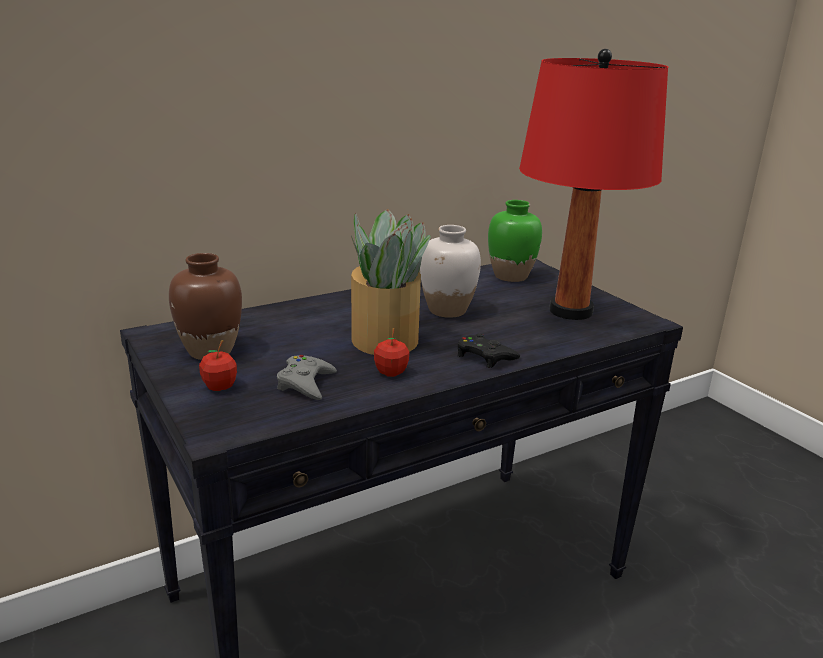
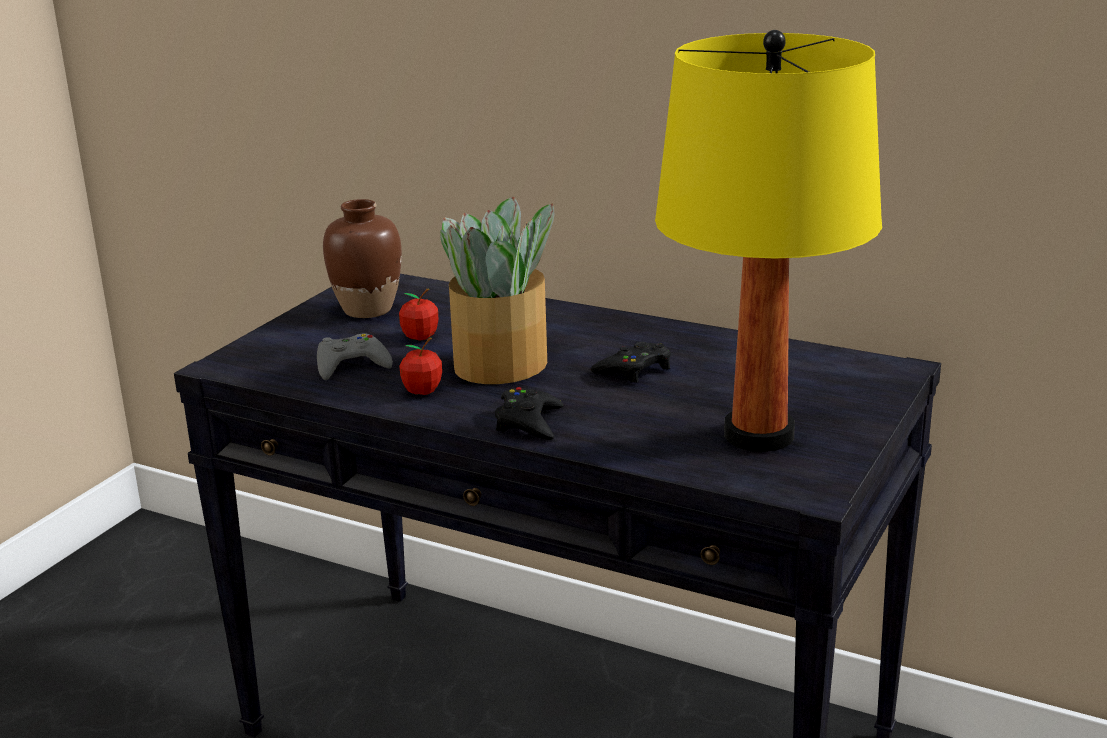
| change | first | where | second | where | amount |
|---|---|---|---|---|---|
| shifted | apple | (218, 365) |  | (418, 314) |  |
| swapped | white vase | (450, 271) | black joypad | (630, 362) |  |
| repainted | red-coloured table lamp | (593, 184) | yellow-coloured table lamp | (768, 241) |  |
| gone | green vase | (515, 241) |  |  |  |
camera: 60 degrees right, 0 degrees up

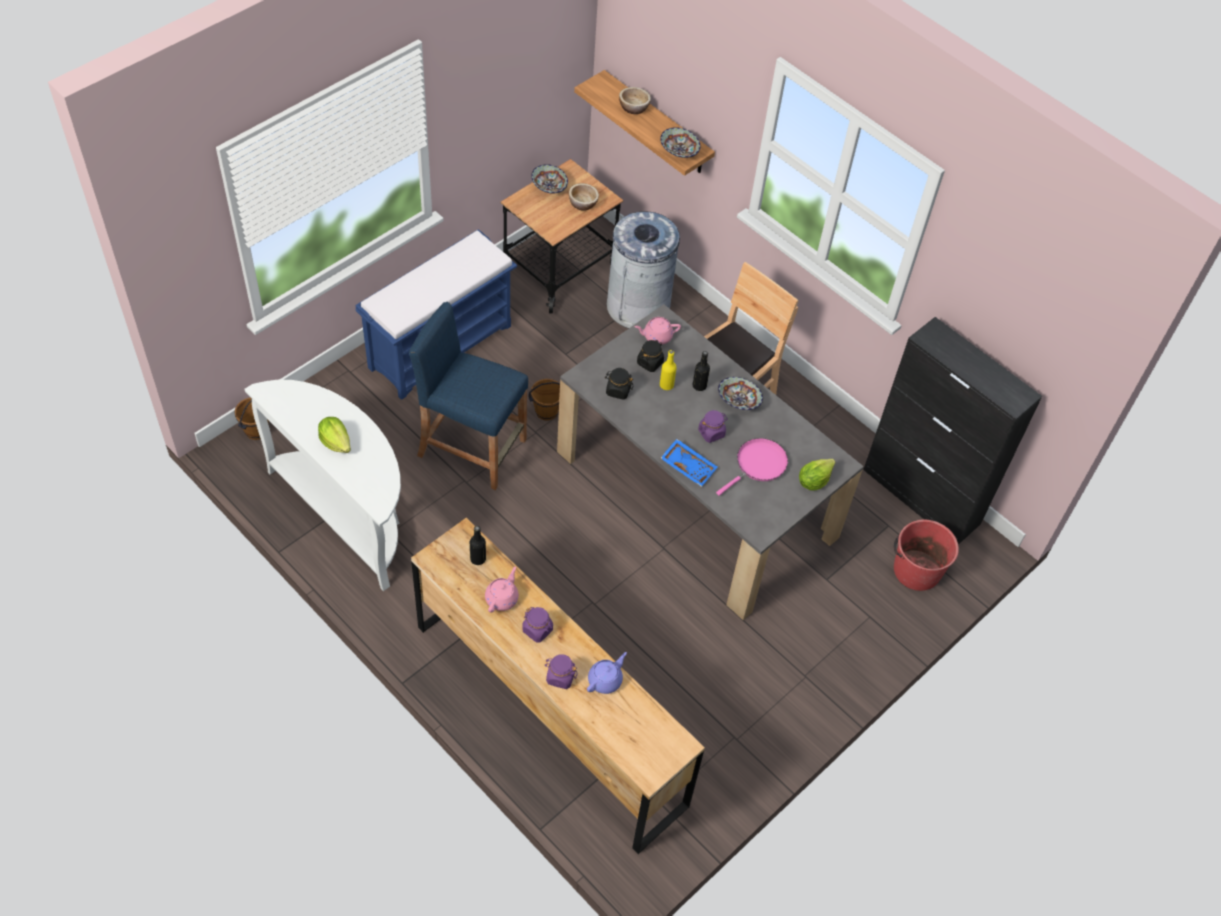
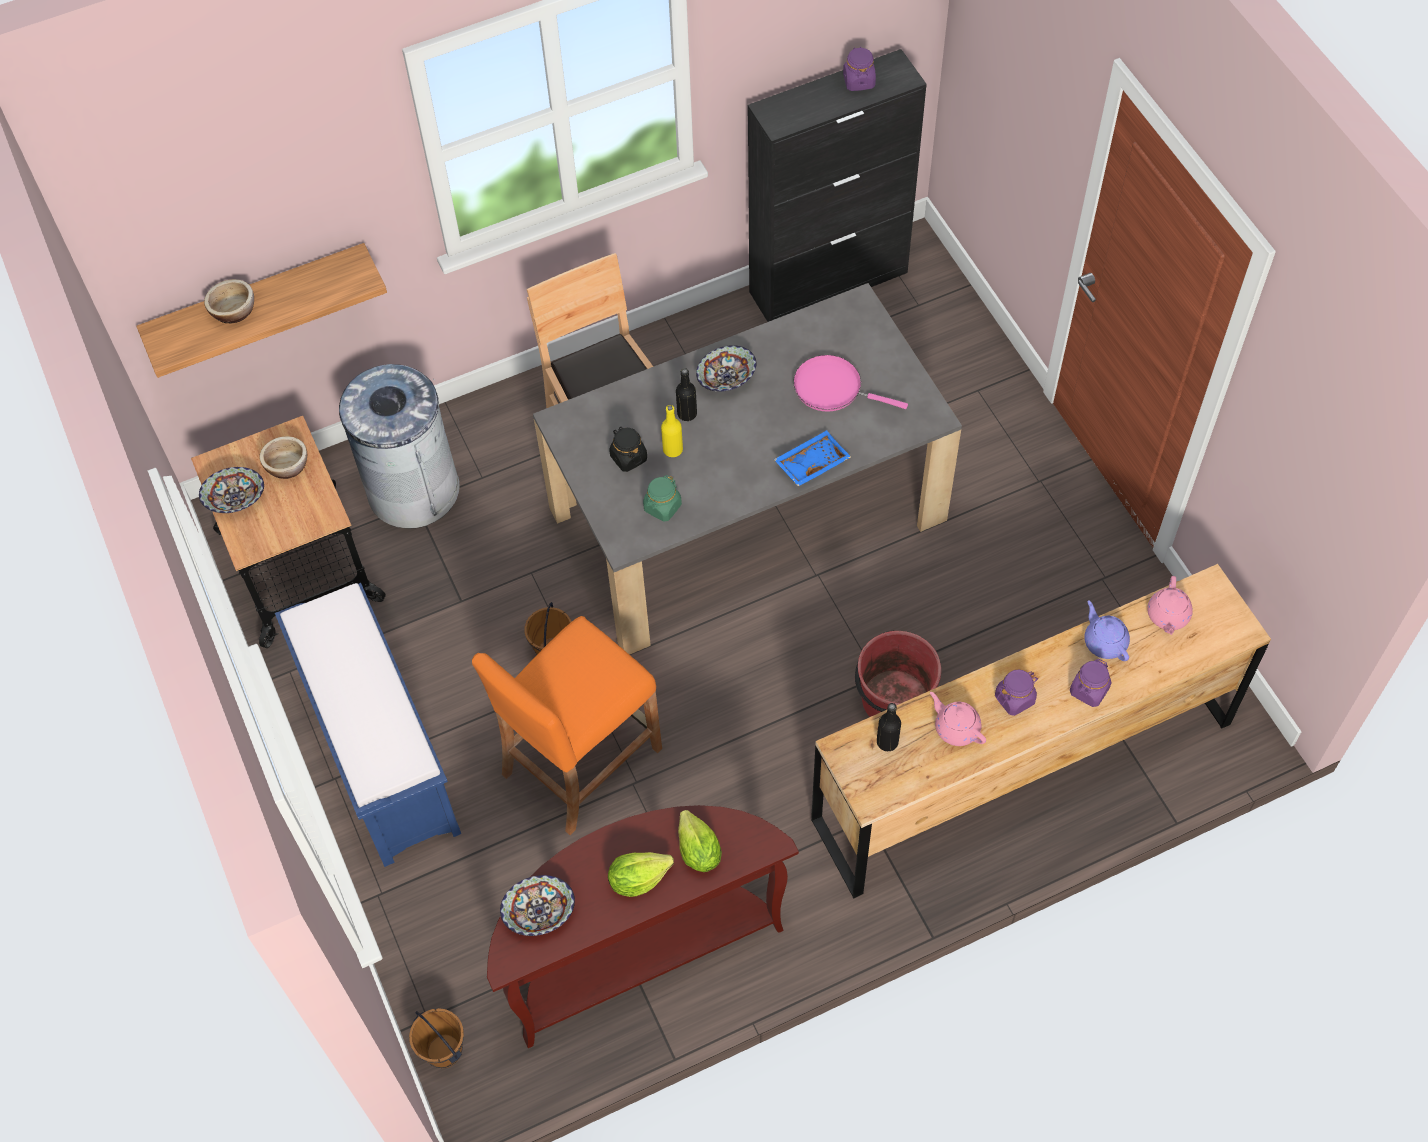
| change | first | where | second | where | amount |
|---|---|---|---|---|---|
| repainted | blue stool seat | (468, 396) | orangey stool seat | (567, 725) |  |
| repainted | white hall table | (322, 485) | brown hall table | (643, 926) |  |
| shifted | bowl | (680, 142) |  | (537, 905) |  |
| repainted | black jar | (619, 384) | green jar | (662, 498) |  |
| shifted | lettuce head | (817, 475) |  | (700, 841) |  |
| rotated | pink-coloured skillet | (752, 467) |  | (850, 383) | 45 degrees counterclockwise |
| shifted | purplish jar | (713, 426) |  | (859, 69) |  |
| shifted | red-coloured water bucket | (926, 555) |  | (898, 673) |  |
| shifted | pink-coloured teapot | (658, 331) |  | (1170, 605) |  |
camera: 65 degrees left, 5 degrees up

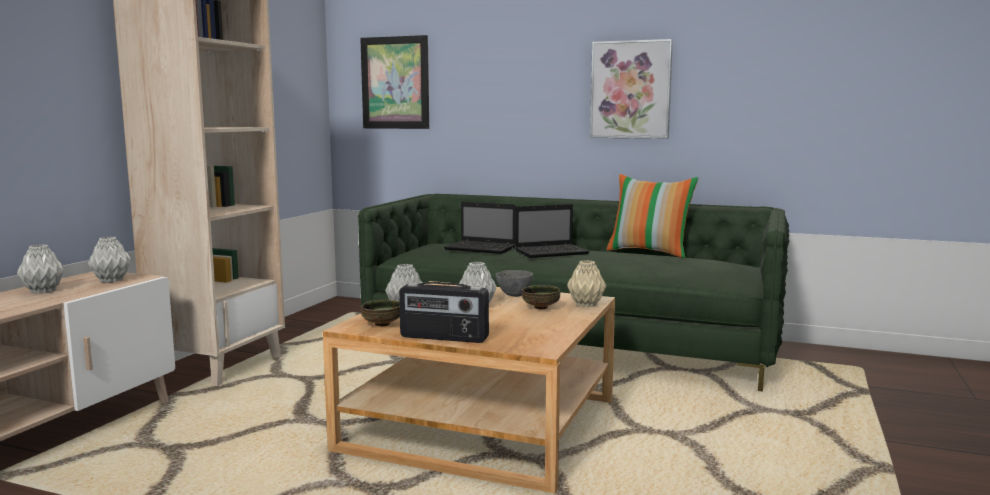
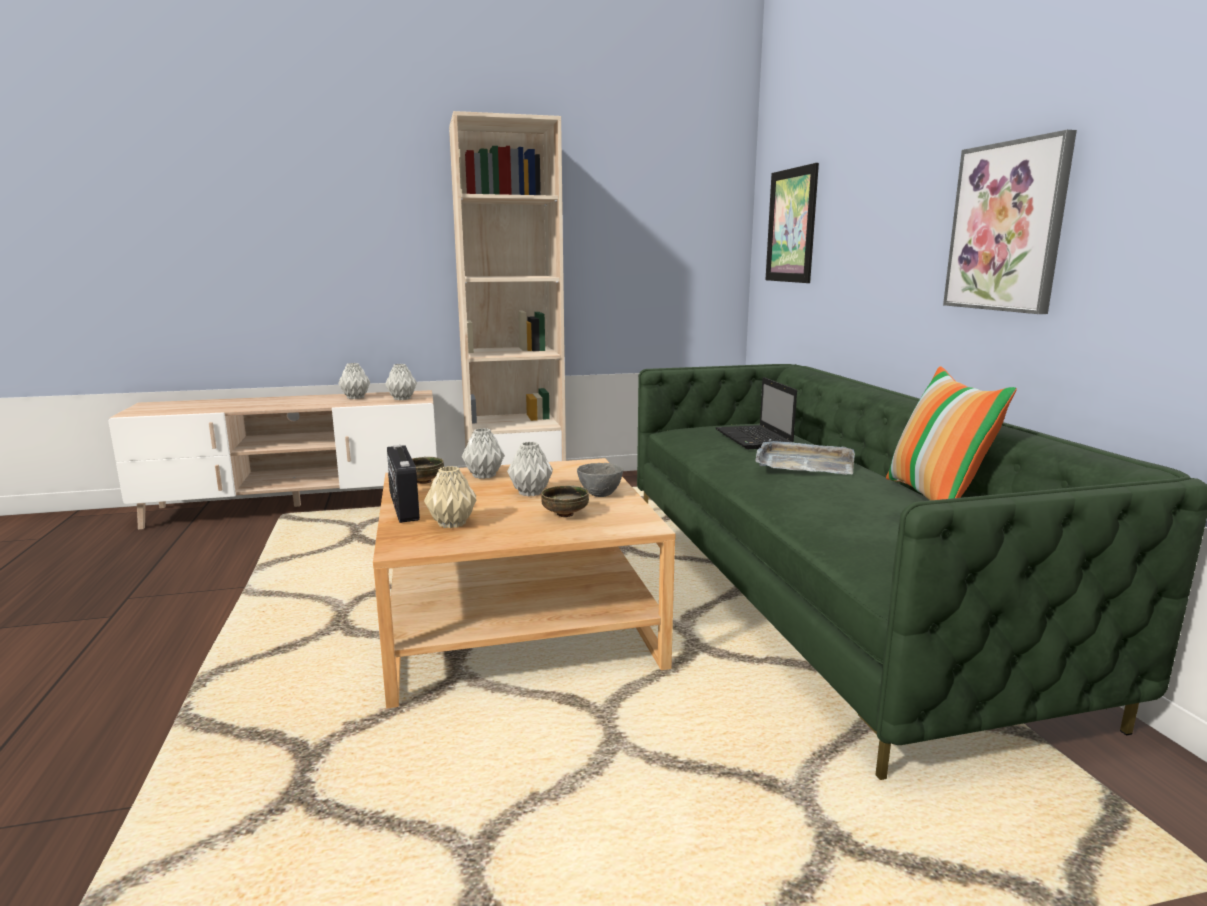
| change | first | where | second | where | amount |
|---|---|---|---|---|---|
| shifted | beige-coloured vase | (587, 283) |  | (450, 497) |  |
| swapped | laptop | (552, 231) | gray tray | (805, 457) |  |
camera: 55 degrees right, 5 degrees up

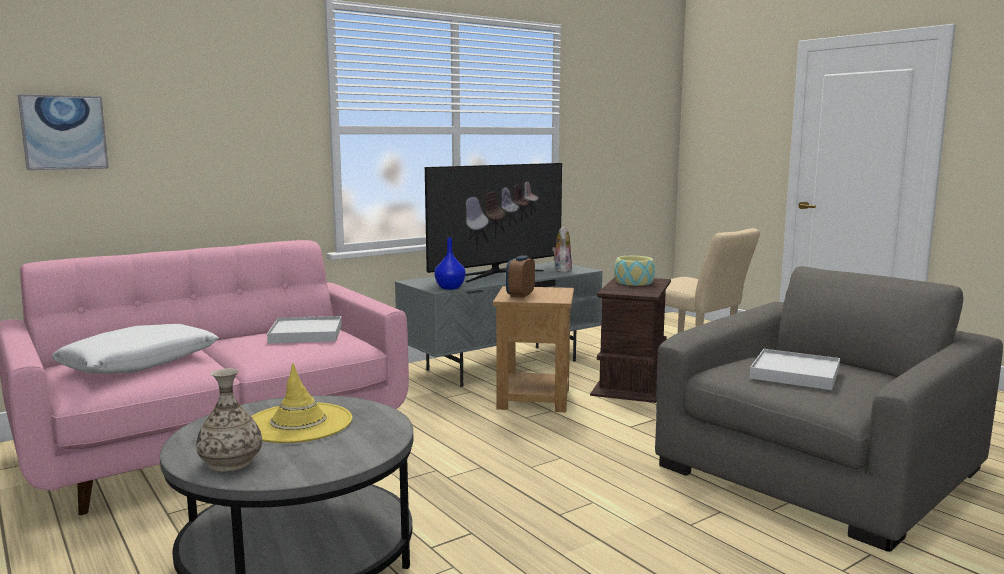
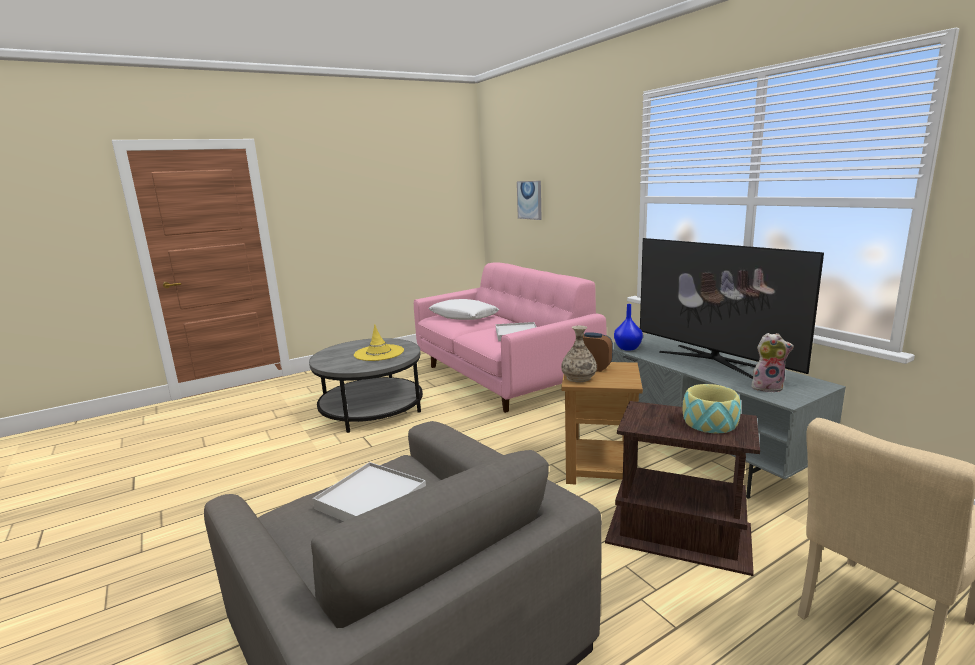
| change | first | where | second | where | amount |
|---|---|---|---|---|---|
| shifted | vase | (229, 420) |  | (579, 354) |  |
camera: 95 degrees right, 5 degrees up

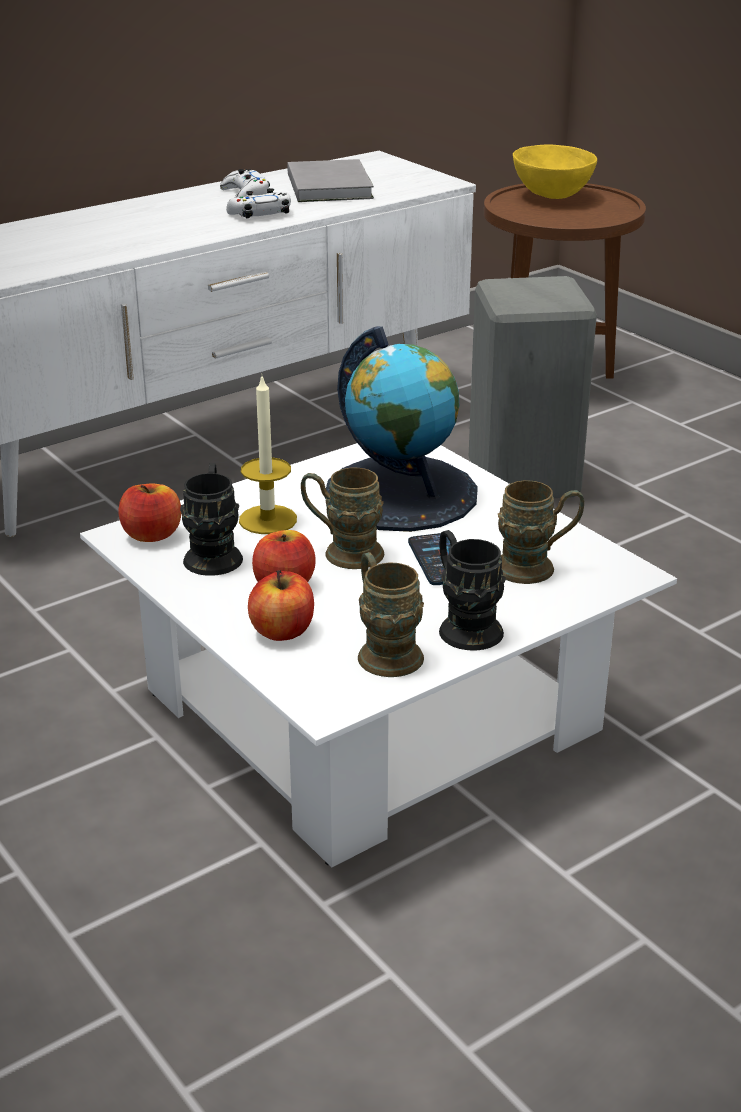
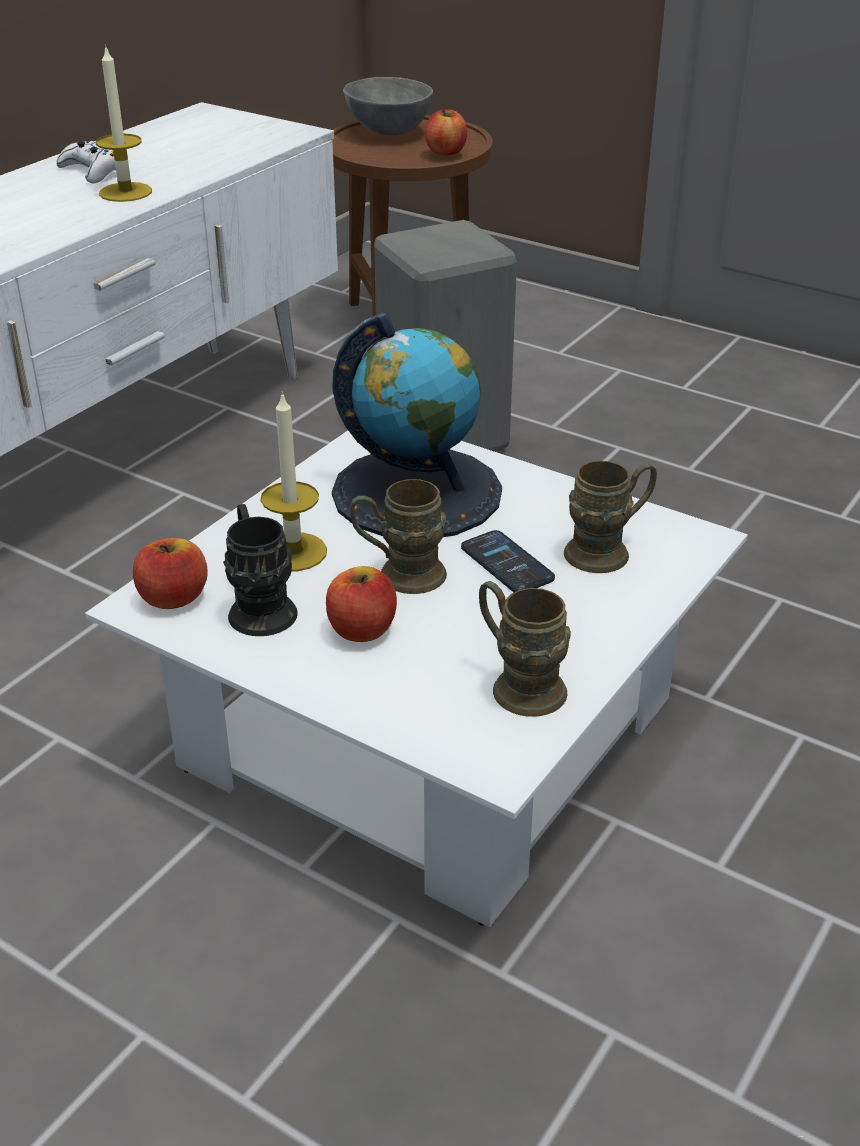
| change | first | where | second | where | amount |
|---|---|---|---|---|---|
| swapped | white joypad | (258, 203) | wax light | (124, 123) |  |
| repainted | yellow-coloured bowl | (555, 171) | gray bowl | (388, 106) |  |
| shifted | apple | (281, 605) |  | (446, 131) |  |
| gone | gray volume | (330, 180) |  |  |  |
| gone | black tea mug | (472, 590) |  |  |  |
camera: 20 degrees left, 5 degrees up

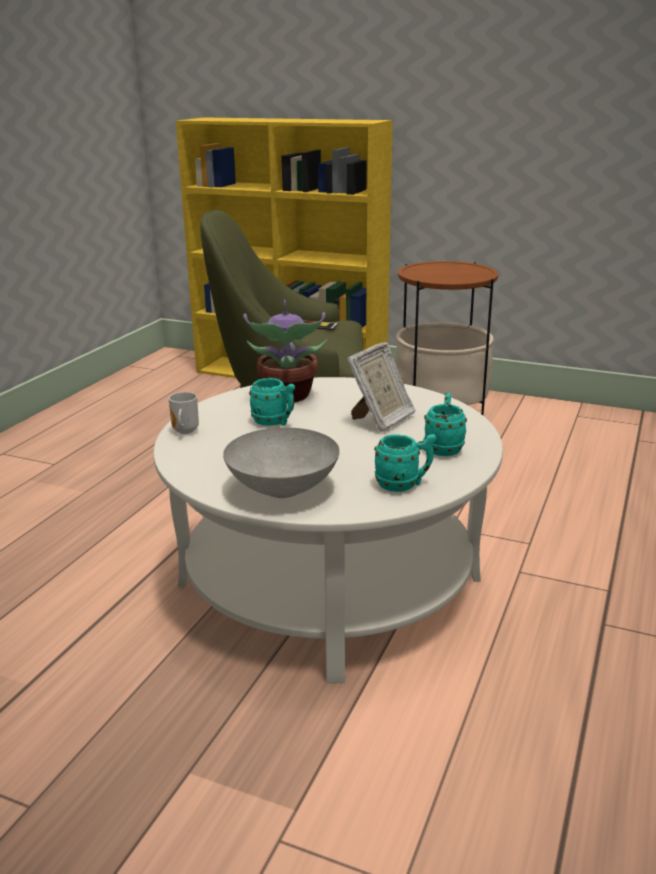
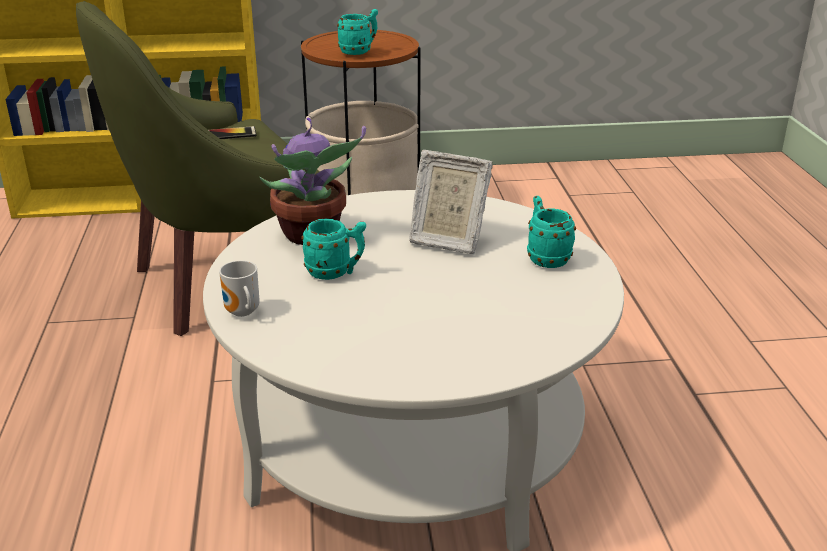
| change | first | where | second | where | amount |
|---|---|---|---|---|---|
| shifted | blue-green tea mug | (405, 463) |  | (357, 32) |  |
| rotated | picture frame | (381, 387) |  | (451, 202) | 105 degrees clockwise |
| gone | gray bowl | (281, 462) |  |  |  |
camera: 30 degrees left, 5 degrees up

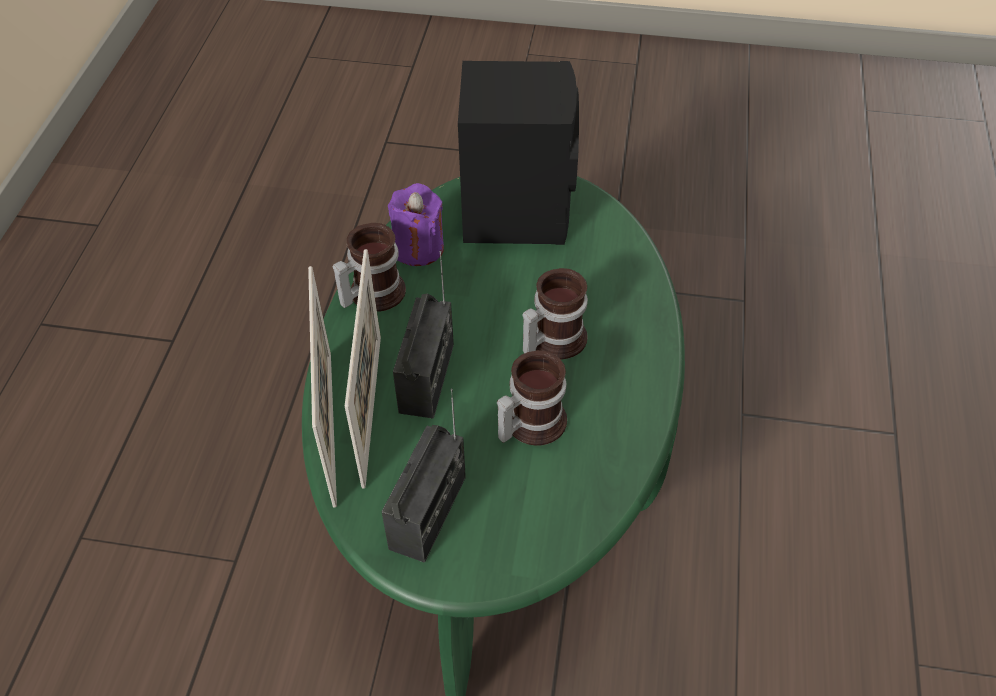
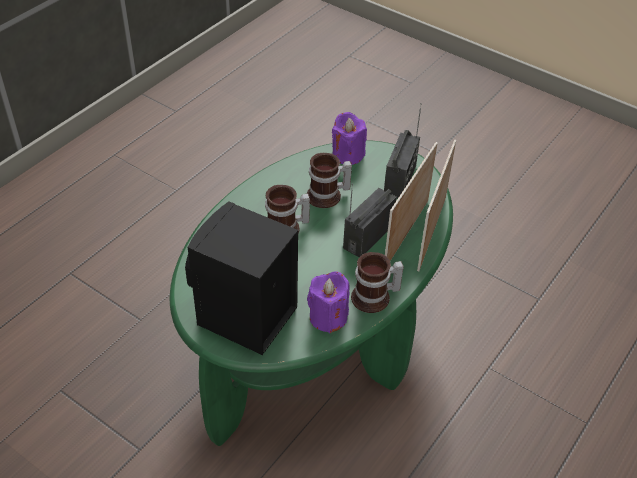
| change | first | where | second | where | amount |
|---|---|---|---|---|---|
| new |  |  | purplish wax light | (349, 138) |  |
| rotated | radio | (424, 475) |  | (403, 150) | 150 degrees clockwise |
camera: 155 degrees left, 5 degrees down

